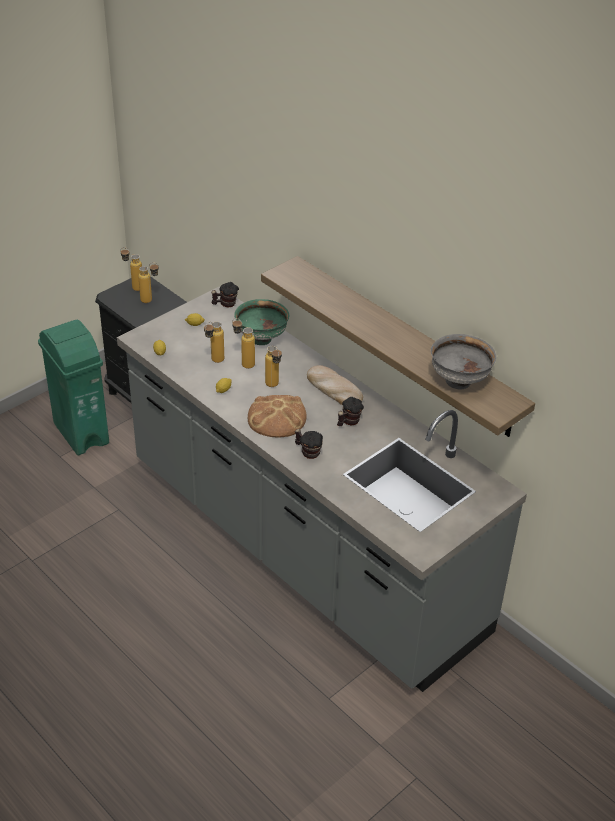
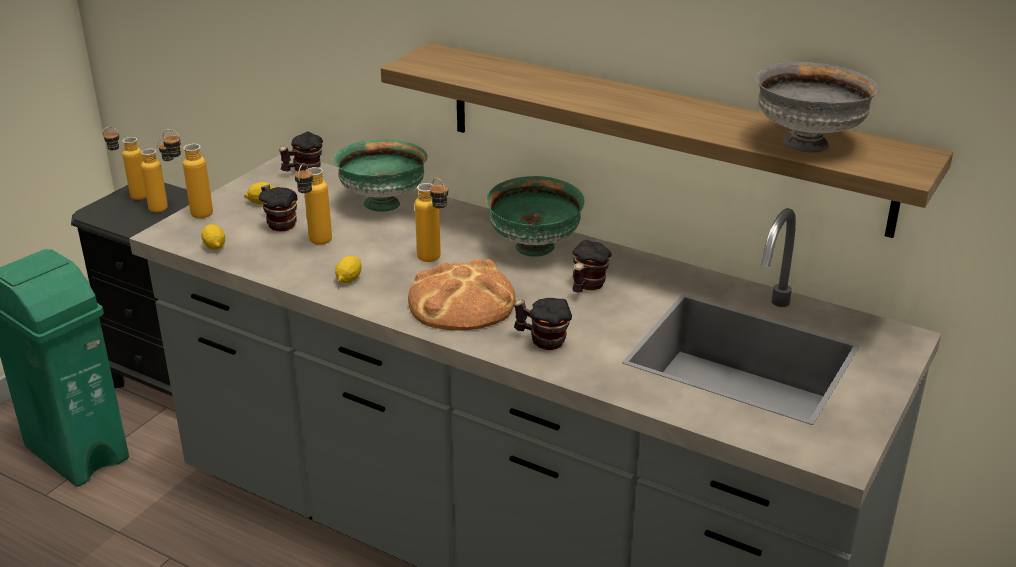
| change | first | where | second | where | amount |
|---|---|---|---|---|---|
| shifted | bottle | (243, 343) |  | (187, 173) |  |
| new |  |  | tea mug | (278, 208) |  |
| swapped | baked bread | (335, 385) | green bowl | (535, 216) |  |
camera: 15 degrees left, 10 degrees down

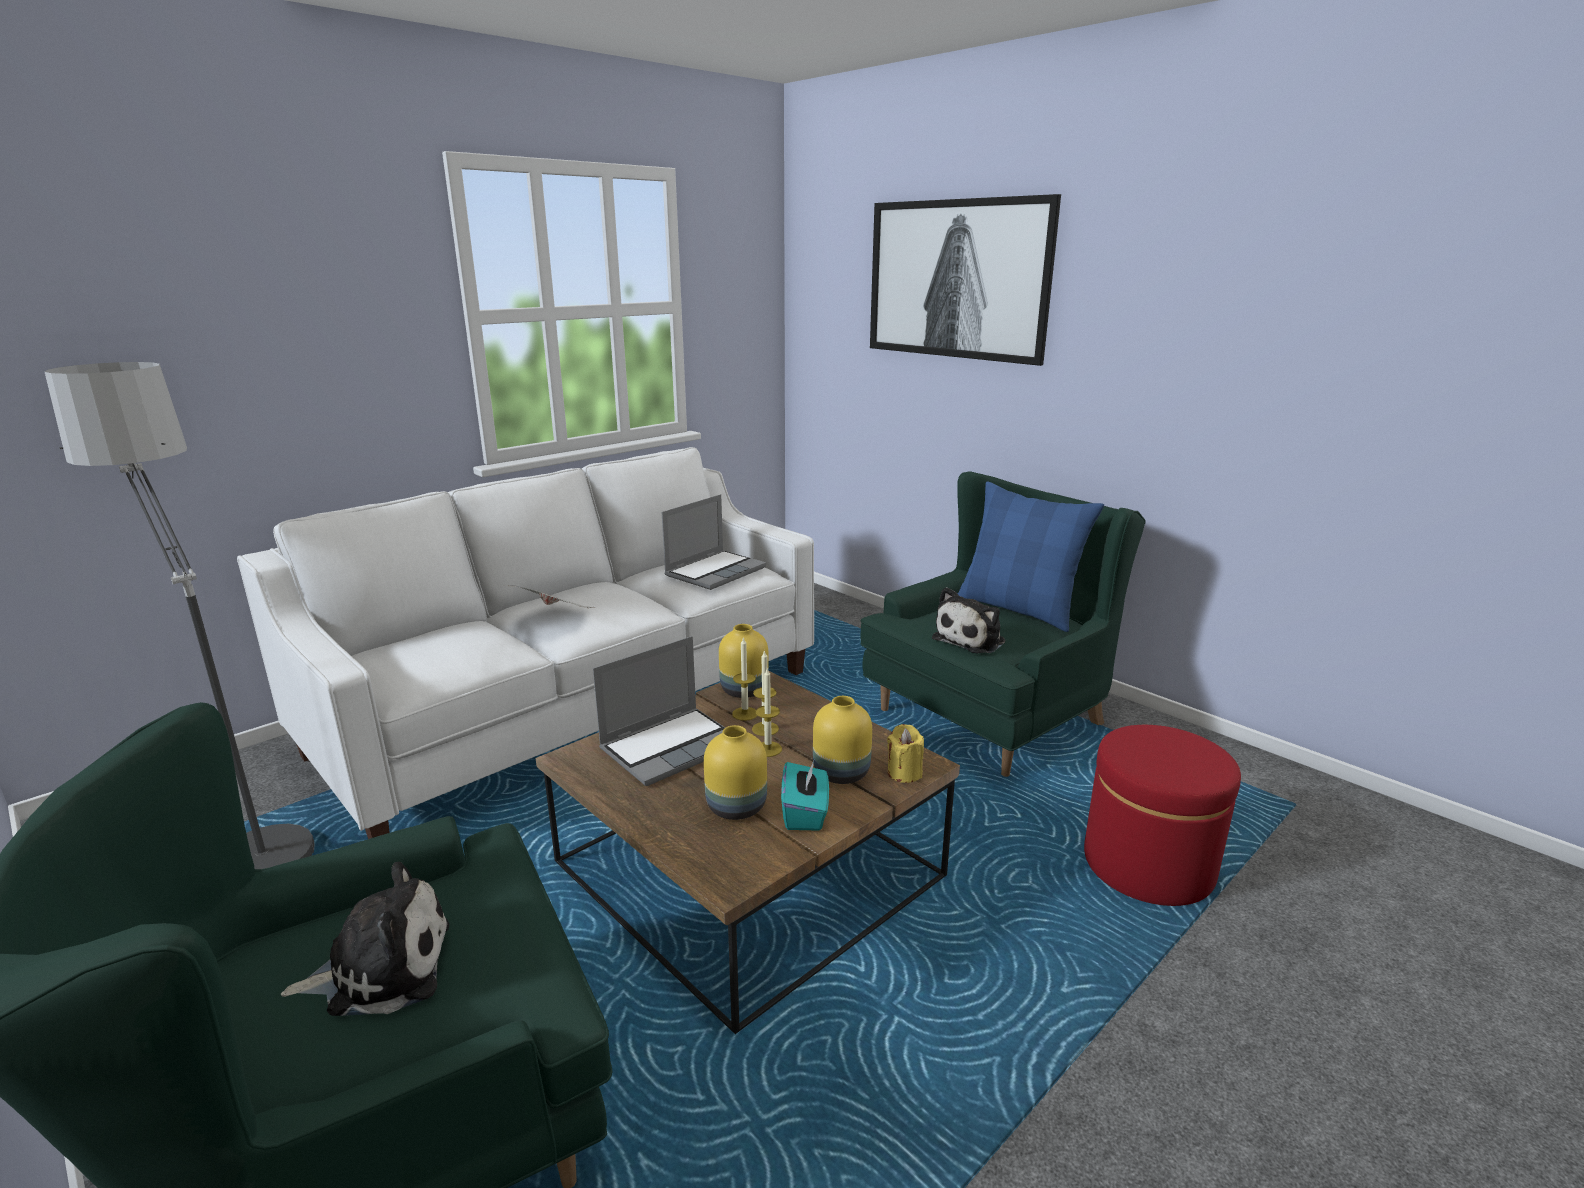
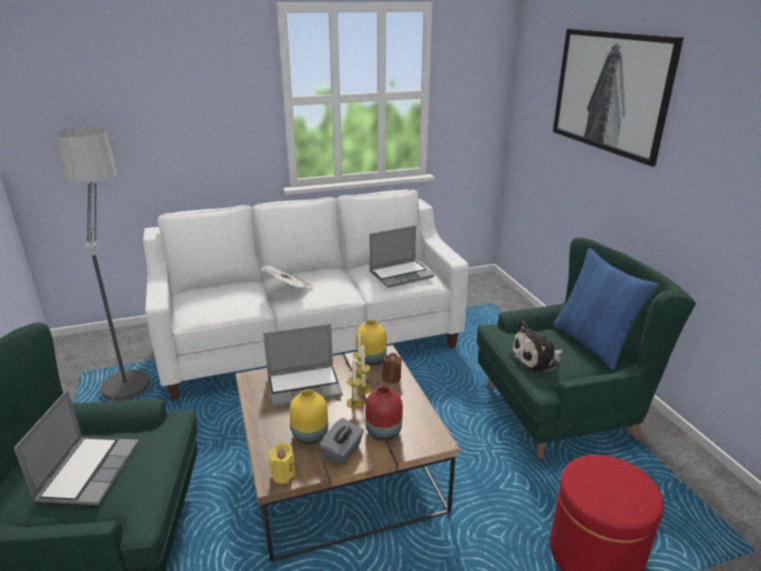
| change | first | where | second | where | amount |
|---|---|---|---|---|---|
| swapped | cuddly toy | (365, 939) | laptop | (76, 447) |  |
| shifted | yellow-coloured wax light | (905, 753) |  | (282, 463) |  |
| repainted | blue-green box of tissues | (805, 796) | gray box of tissues | (342, 441) |  |
| repainted | yellow-coloured vase | (842, 740) | red-coloured vase | (384, 413) |  |
| new |  |  | brown wax light | (392, 368) |  |
camera: 25 degrees right, 5 degrees up

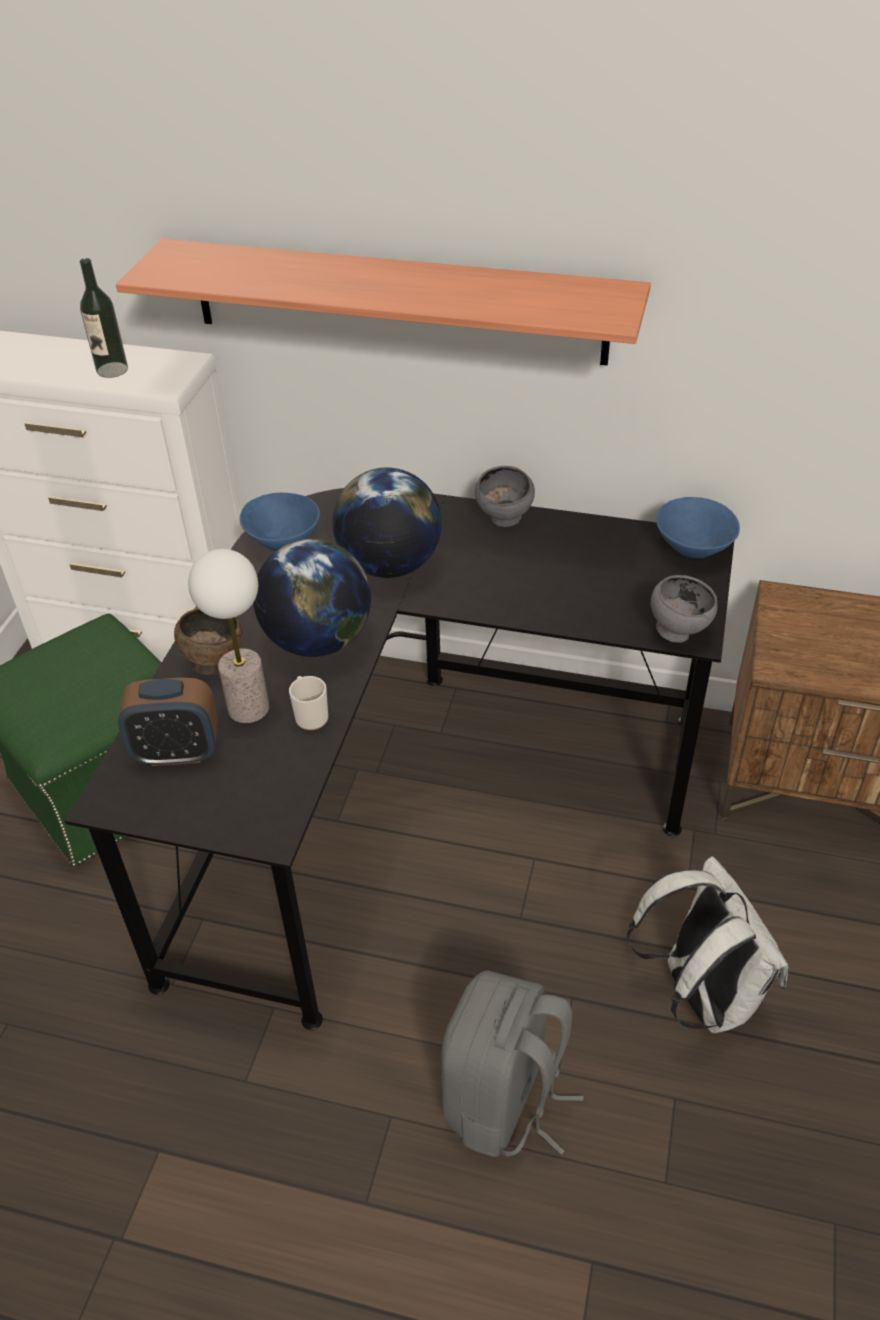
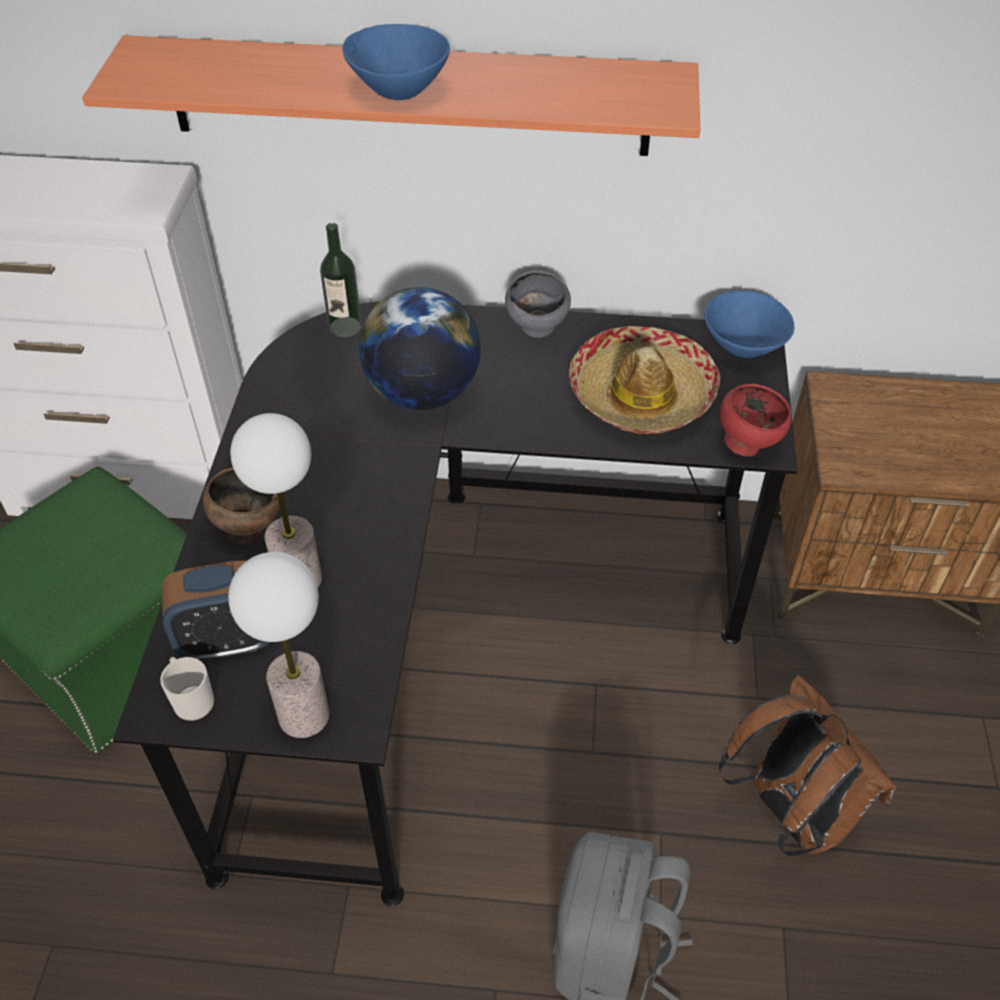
| change | first | where | second | where | amount |
|---|---|---|---|---|---|
| shifted | tea mug | (308, 703) |  | (187, 689) |  |
| new |  |  | table lamp | (279, 645) |  |
| shifted | bottle | (104, 318) |  | (341, 280) |  |
| shifted | blue bowl | (280, 522) |  | (396, 62) |  |
| new |  |  | clothing hat | (644, 380) |  |
| repainted | white rucksack | (708, 944) | brown rucksack | (807, 765) |  |
| repainted | gray bowl | (684, 609) | red-coloured bowl | (755, 420) |  |
| gone | world globe | (312, 598) |  |  |  |
camera: 10 degrees left, 5 degrees up

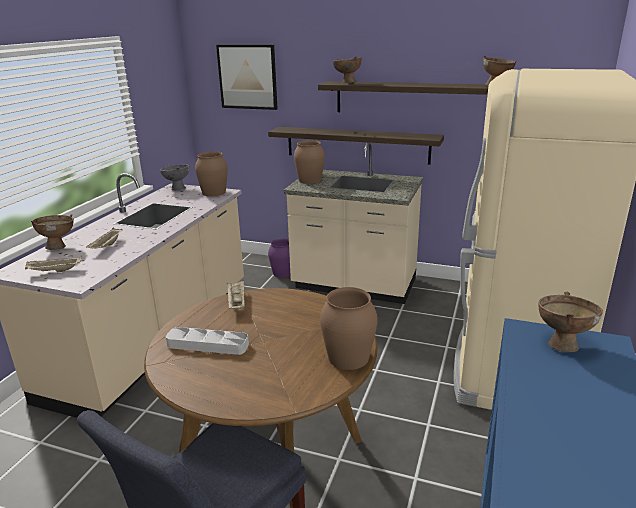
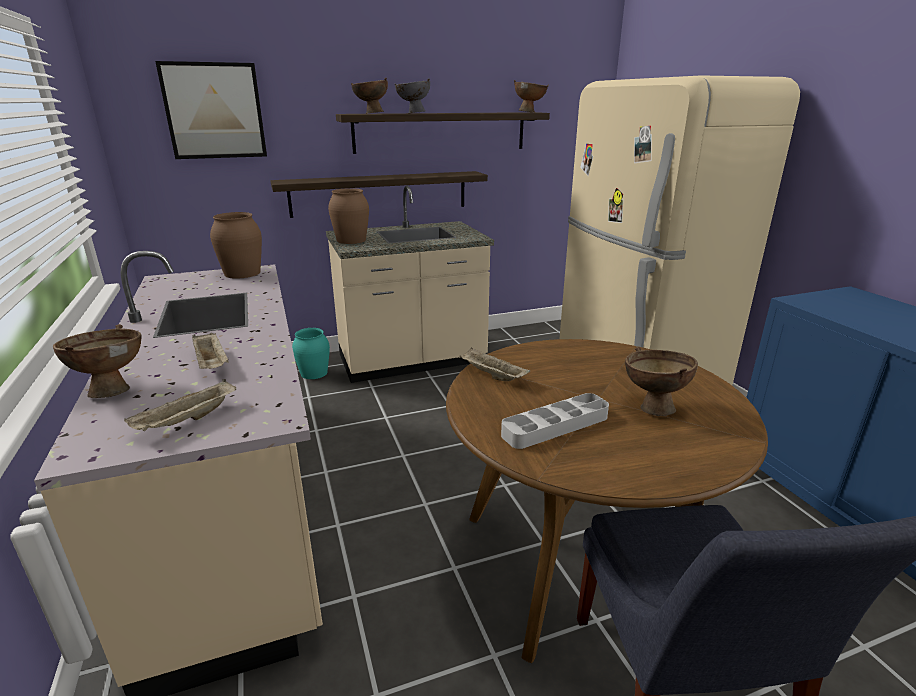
| change | first | where | second | where | amount |
|---|---|---|---|---|---|
| repainted | purplish vase | (279, 258) | blue-green vase | (311, 353) |  |
| shifted | gray bowl | (174, 177) |  | (412, 95) |  |
| shifted | brown bowl | (571, 322) |  | (661, 381) |  |
| gone | brown vase | (349, 328) |  |  |  |
camera: 40 degrees left, 0 degrees up

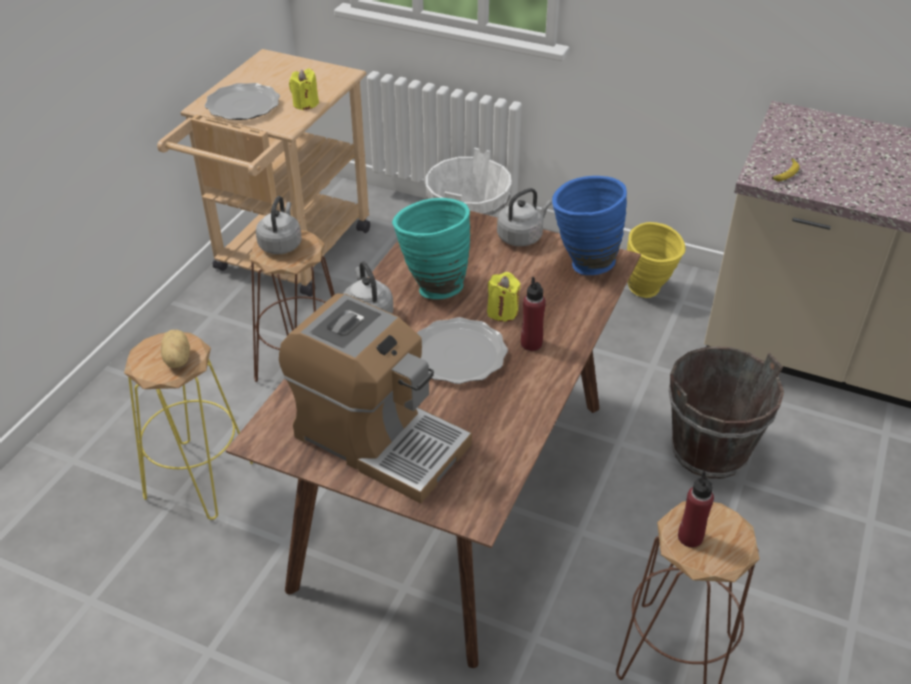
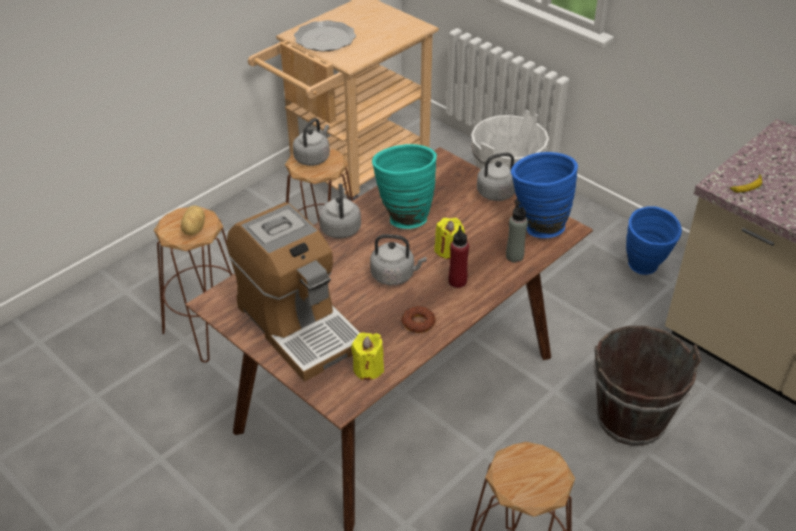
| change | first | where | second | where | amount |
|---|---|---|---|---|---|
| repainted | yellow-coloured stool seat | (188, 426) | brown stool seat | (194, 285) |  |
| shifted | yellow-coloured wax light | (304, 89) |  | (367, 356) |  |
| swapped | dinner plate | (462, 350) | gray tea kettle | (398, 259) |  |
| new |  |  | donut | (418, 319) |  |
| new |  |  | gray bottle | (517, 231) |  |
| repainted | yellow-coloured vase | (656, 260) | blue vase | (654, 240) |  |
| gone | red-coloured bottle | (696, 509) |  |  |  |
camera: 20 degrees right, 0 degrees up

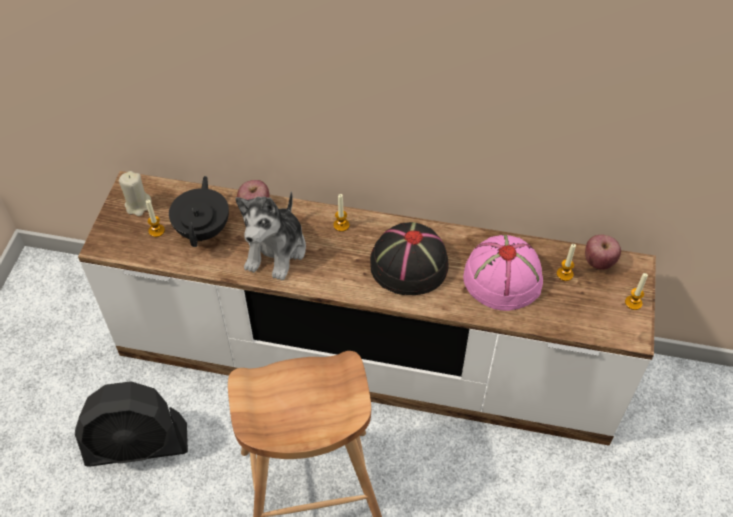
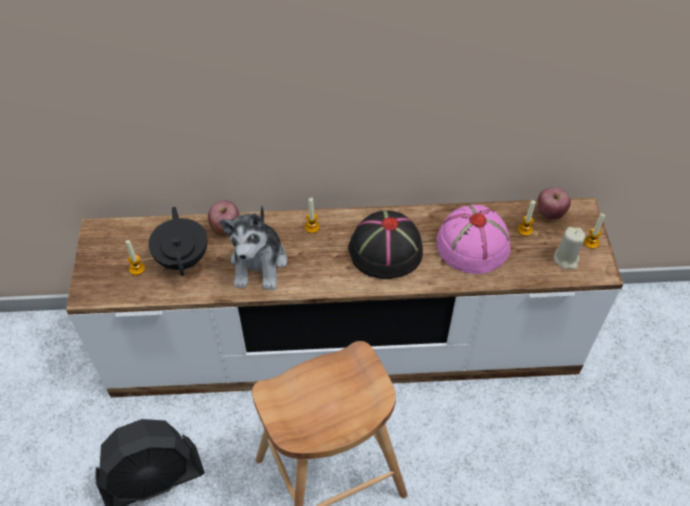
| change | first | where | second | where | amount |
|---|---|---|---|---|---|
| shifted | beige-coloured wax light | (135, 193) |  | (570, 248) |  |
camera: 15 degrees left, 0 degrees up

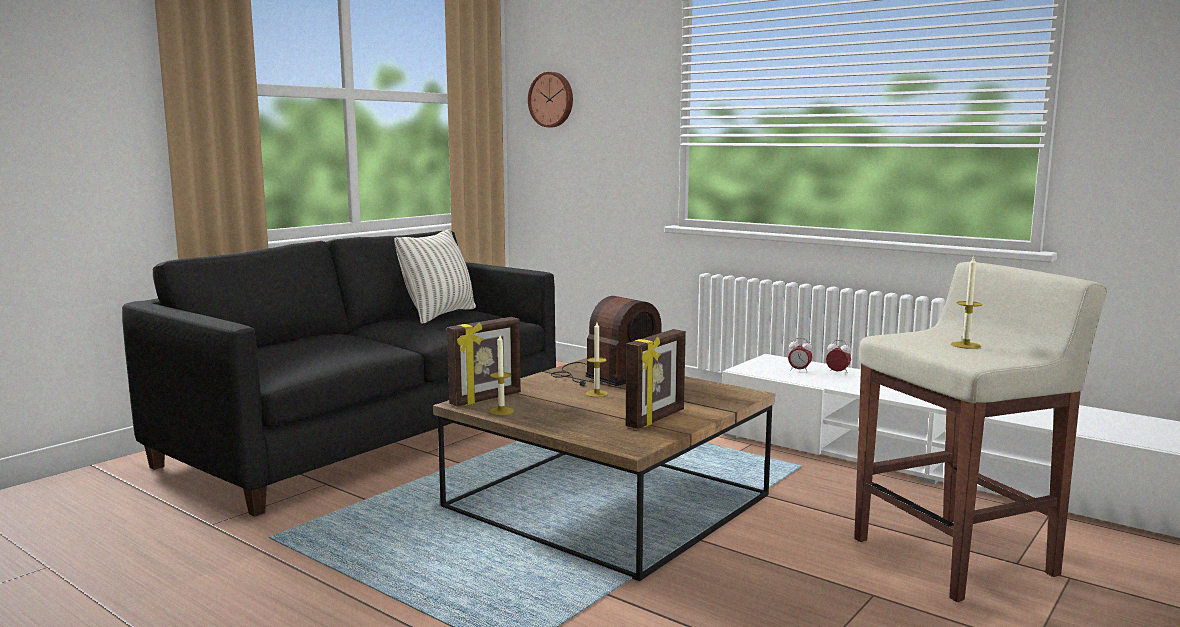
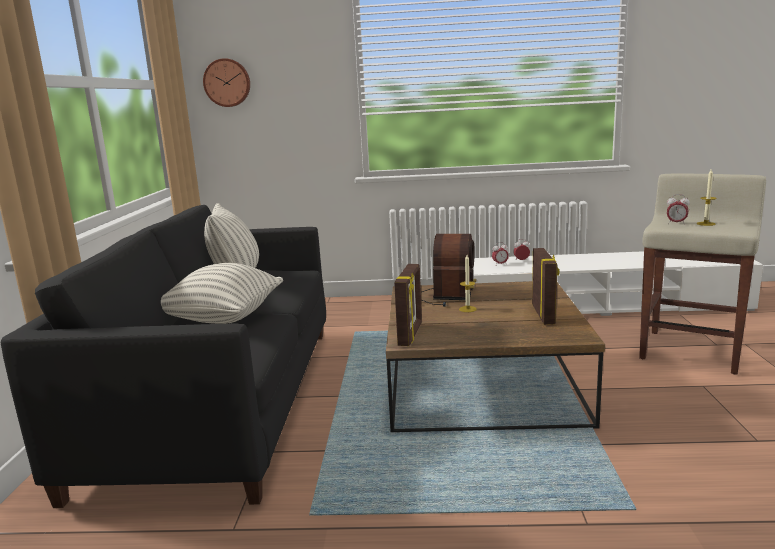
| change | first | where | second | where | amount |
|---|---|---|---|---|---|
| new |  |  | throw pillow | (222, 293) |  |
| new |  |  | alarm clock | (678, 209) |  |
| gone | wax light | (501, 375) |  |  |  |
camera: 35 degrees left, 5 degrees up

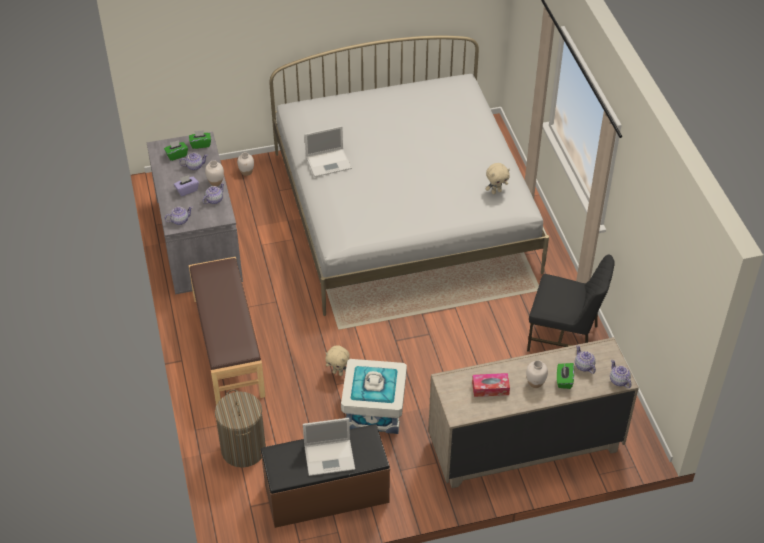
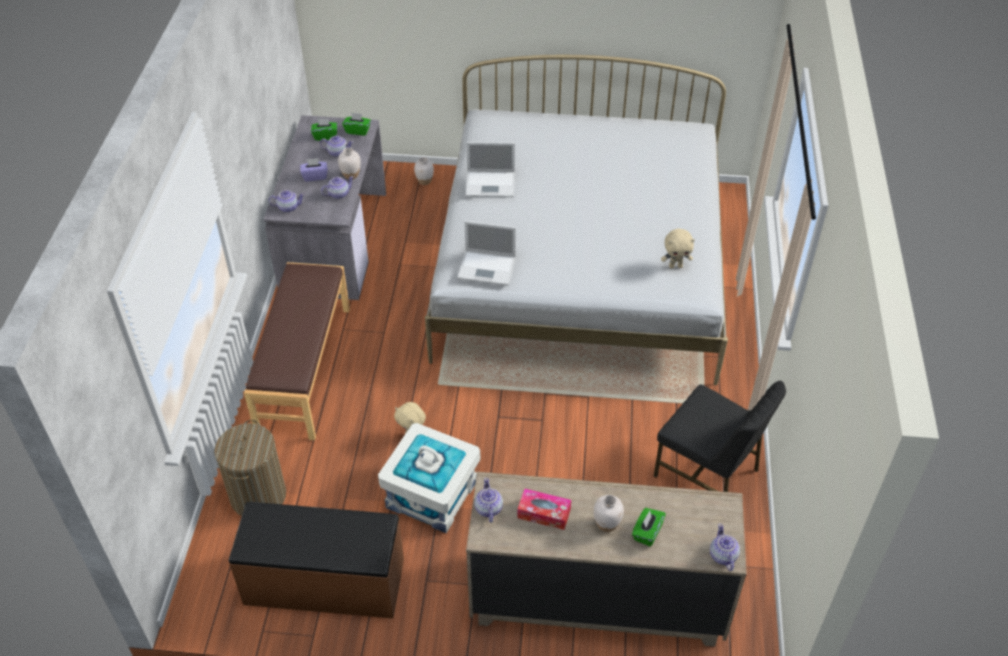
| change | first | where | second | where | amount |
|---|---|---|---|---|---|
| shifted | laptop | (329, 447) |  | (486, 253) |  |
| shifted | teapot | (585, 359) |  | (488, 500) |  |
camera: 20 degrees right, 0 degrees up

